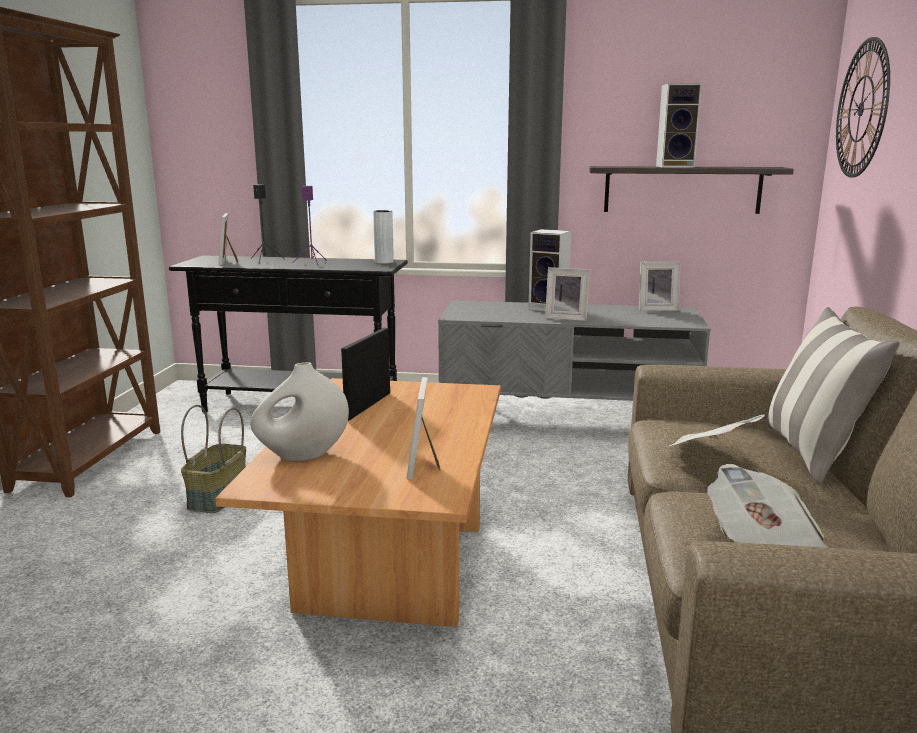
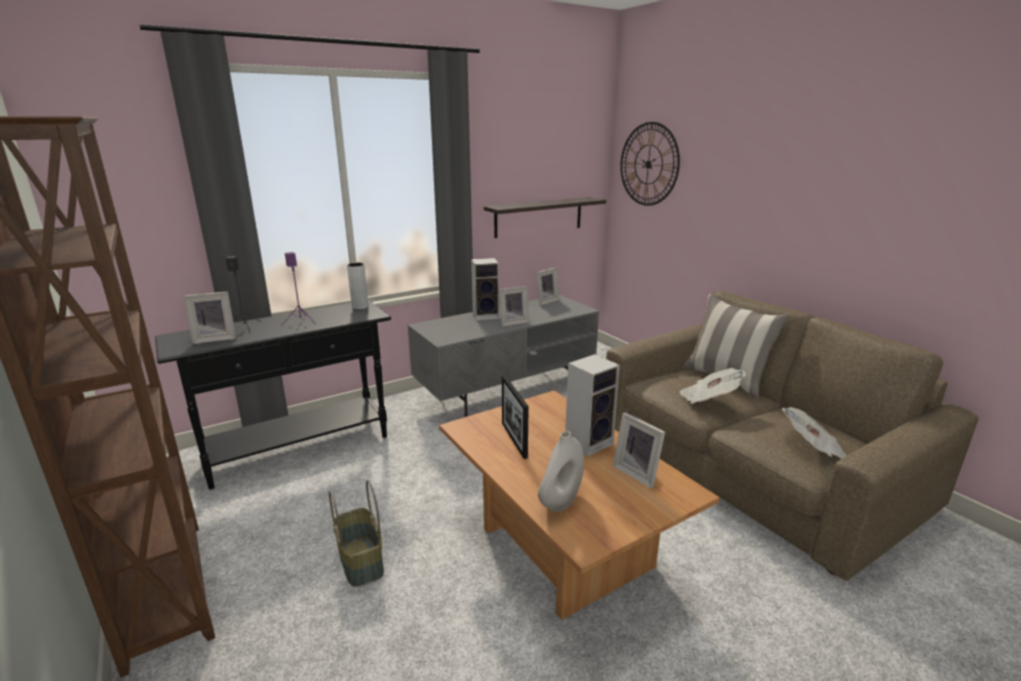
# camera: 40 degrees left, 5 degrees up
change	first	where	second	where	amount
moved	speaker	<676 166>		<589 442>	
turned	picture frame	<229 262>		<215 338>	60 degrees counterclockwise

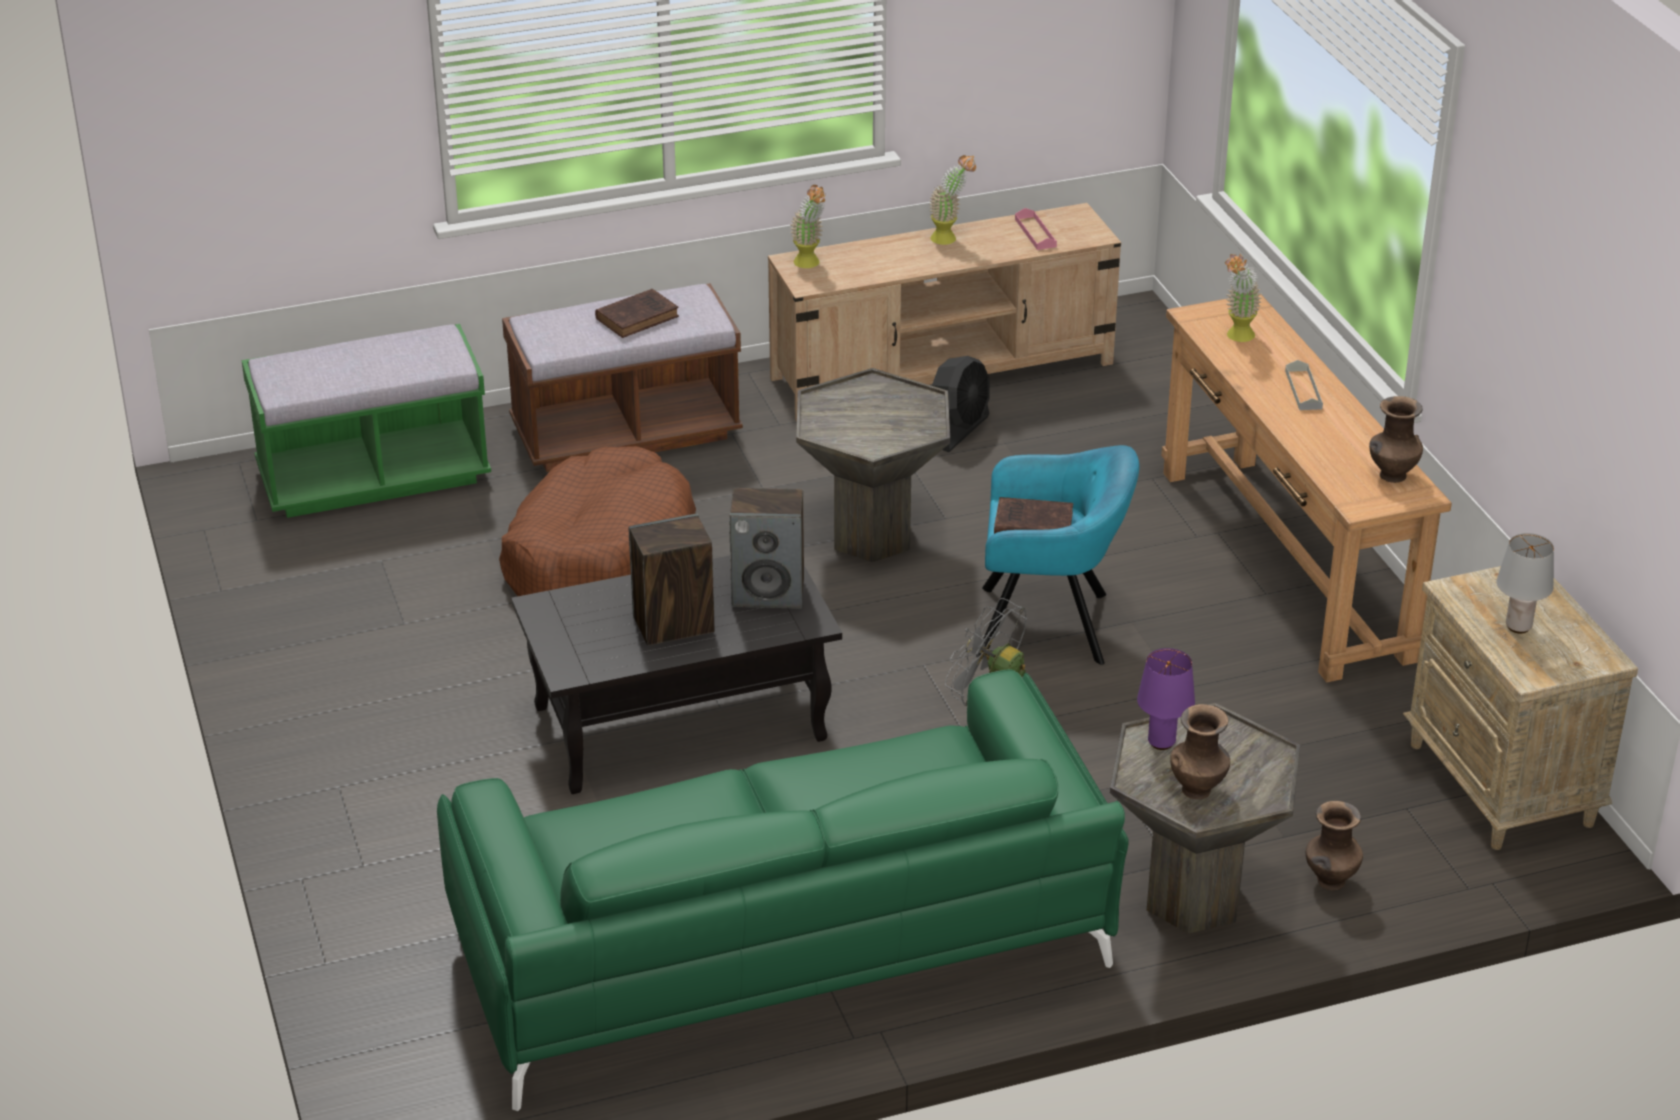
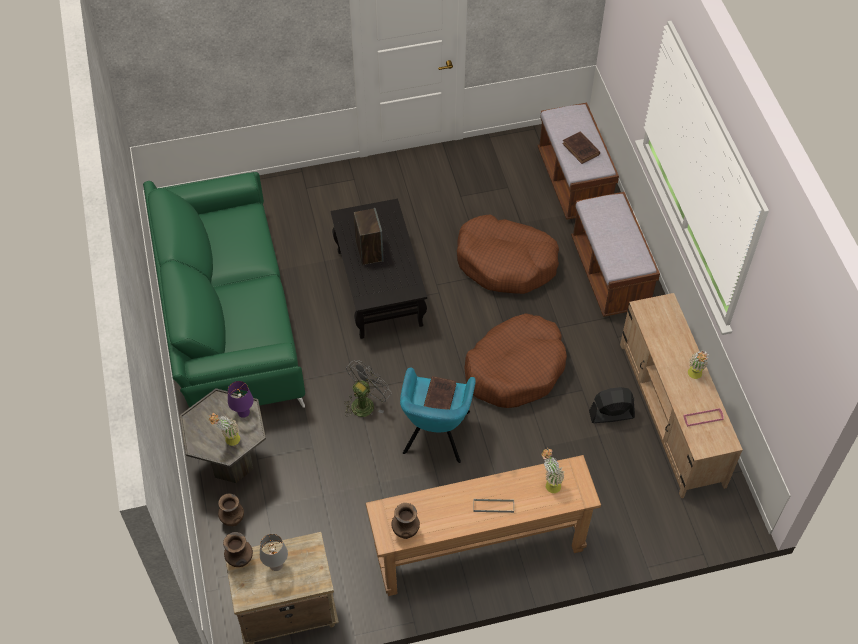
# camera: 95 degrees right, 20 degrees up
change	first	where	second	where	amount
removed	speaker	<769 593>			
moved	brown book	<639 317>		<581 150>	
moved	potted plant	<810 265>		<229 441>	
moved	brown vase	<1198 789>		<240 561>	
replaced	grey side table	<872 536>	brown dog bed	<515 368>	
recoloured	green bench	<374 477>	brown bench	<573 182>	
turned	black fan	<957 430>		<611 414>	135 degrees clockwise

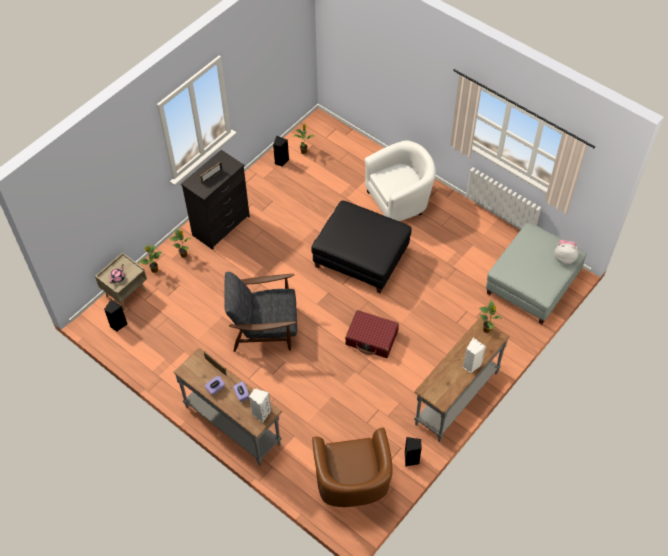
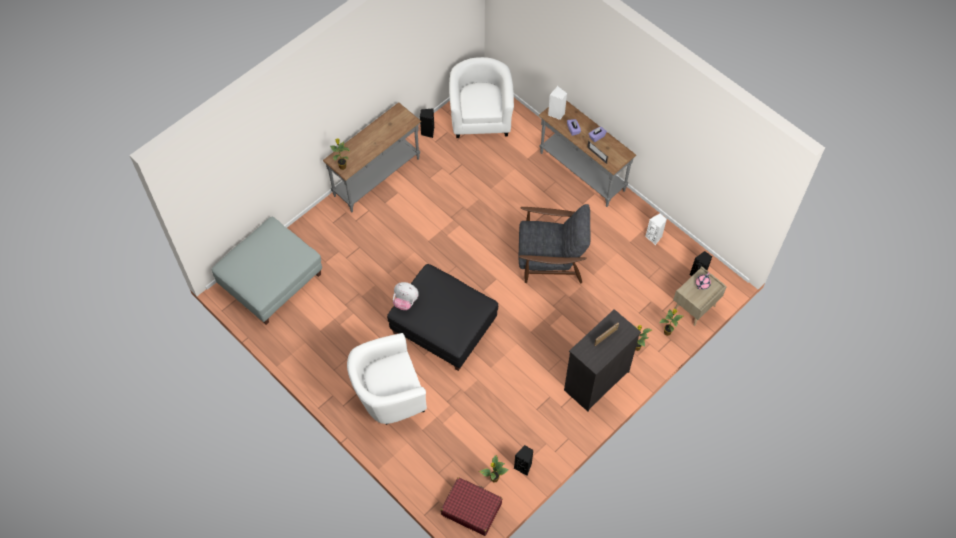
# camera: 175 degrees left, 5 degrees up
change	first	where	second	where	amount
moved	red suitcase	<372 338>		<471 509>	
moved	white speaker	<471 365>		<654 237>	
moved	plush toy	<564 258>		<405 301>	
recoloured	brown armchair	<352 485>	white armchair	<481 117>	

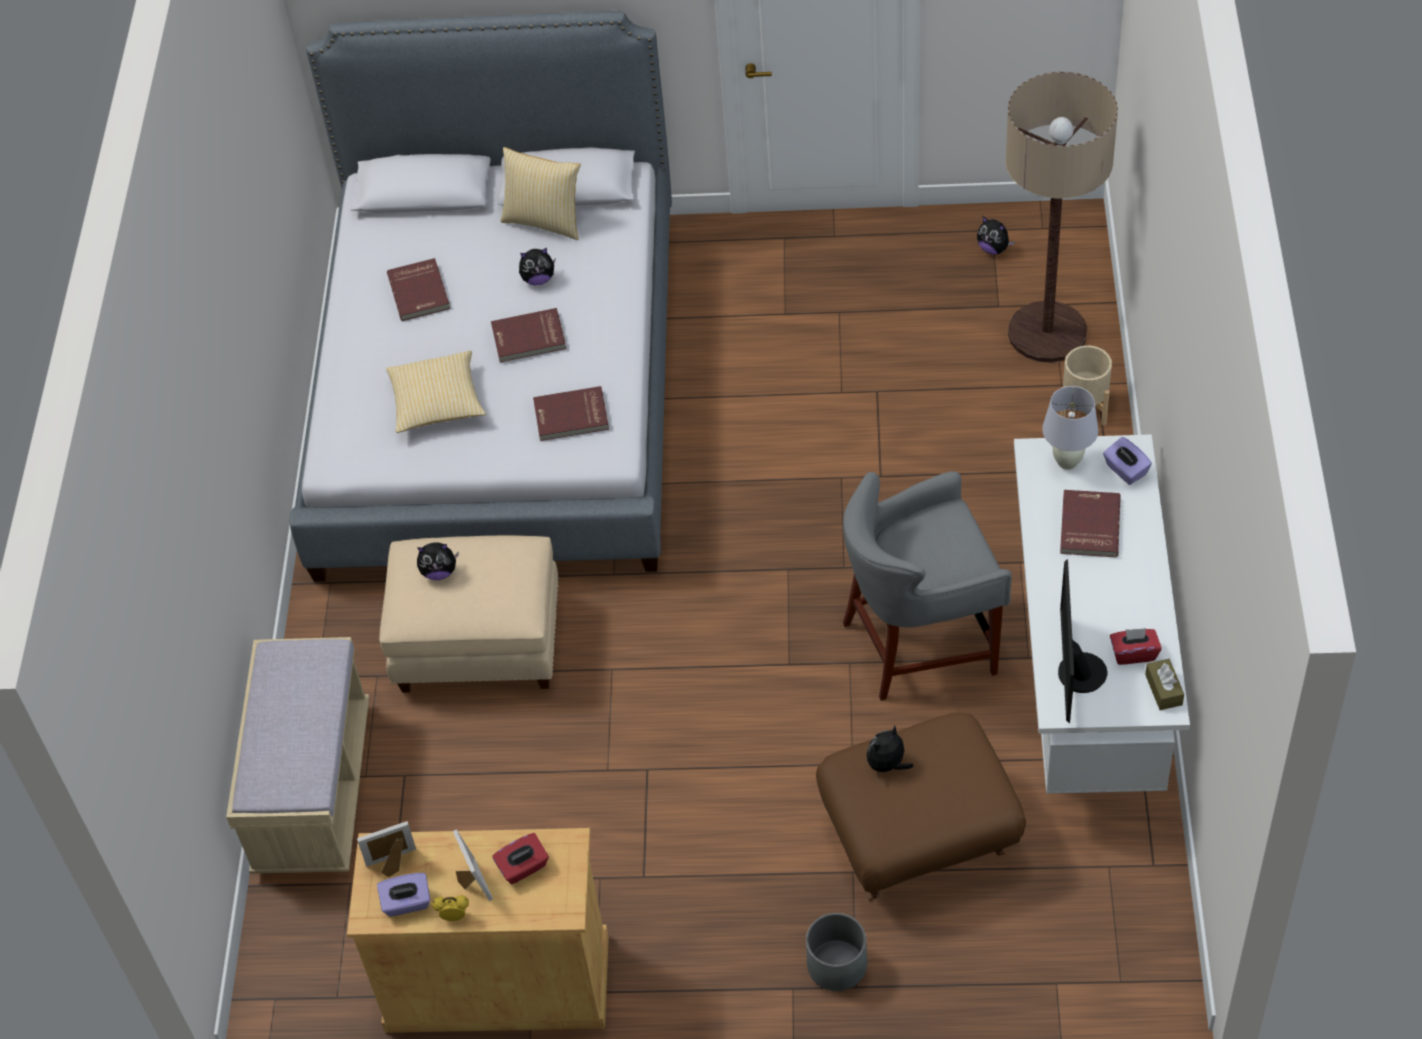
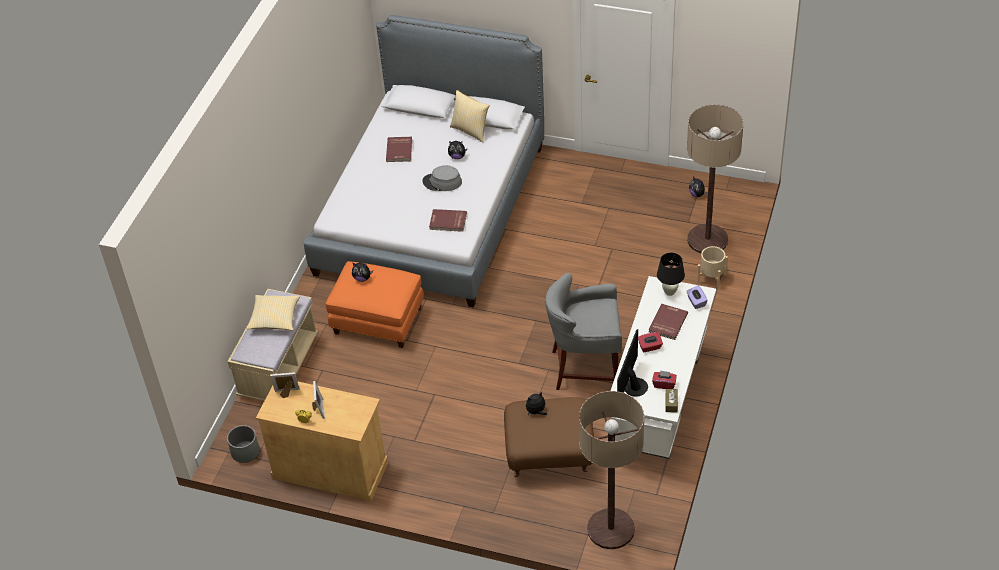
# camera: 15 degrees right, 5 degrees down
change	first	where	second	where	amount
removed	purple tissue box	<407 903>			
added			floor lamp	<610 529>	
moved	pillow	<437 403>		<274 319>	
moved	red tissue box	<523 868>		<650 347>	
moved	grey planter	<837 966>		<245 452>	
replaced	red book	<529 338>	grey hat	<442 182>	
recoloured	beige ottoman	<480 643>	orange ottoman	<378 320>	
recoloured	white table lamp	<1067 462>	black table lamp	<670 292>	

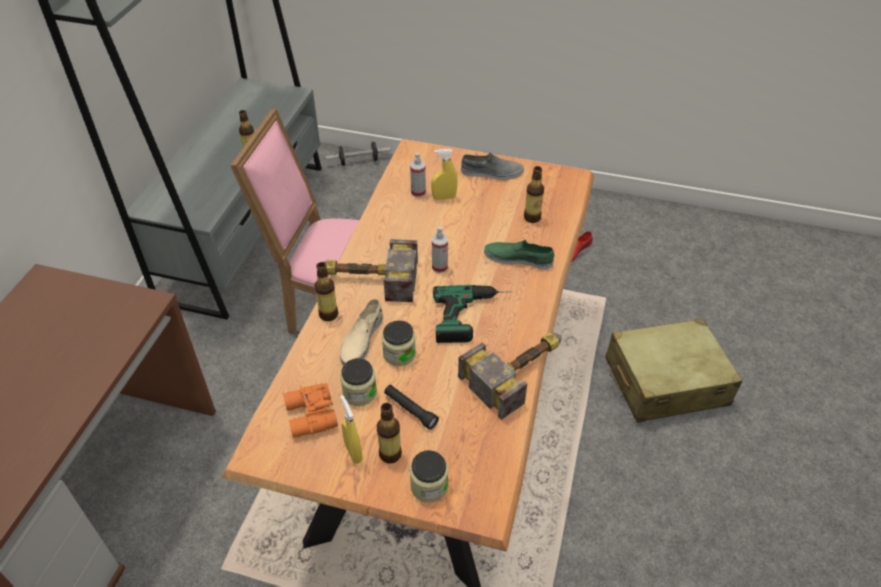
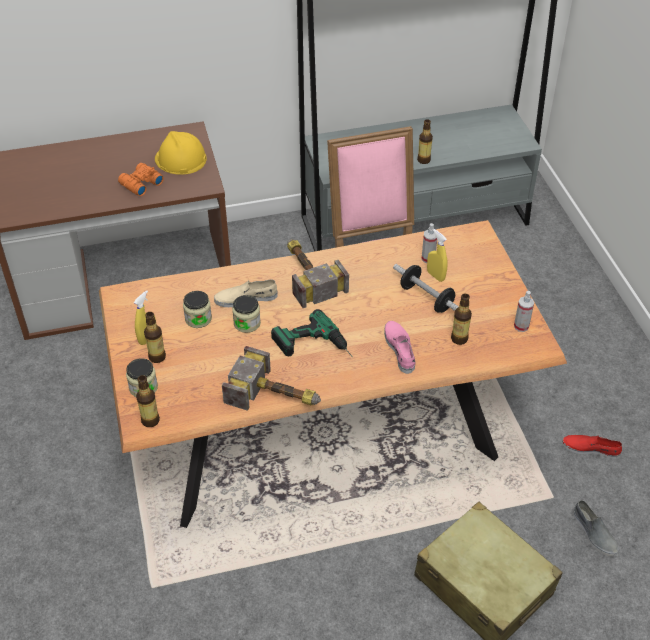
# camera: 60 degrees right, 0 degrees up
change	first	where	second	where	amount
removed	black flashlight	<410 410>			
added			yellow hard hat	<180 159>	
moved	orange binoculars	<310 416>		<140 184>	
moved	bottle	<328 314>		<150 420>	
moved	dumbbell	<359 161>		<426 298>	
moved	spray bottle	<439 267>		<521 326>	
moved	grey shoe	<492 173>		<594 533>	
recoloured	green shoe	<518 258>	pink shoe	<400 349>	

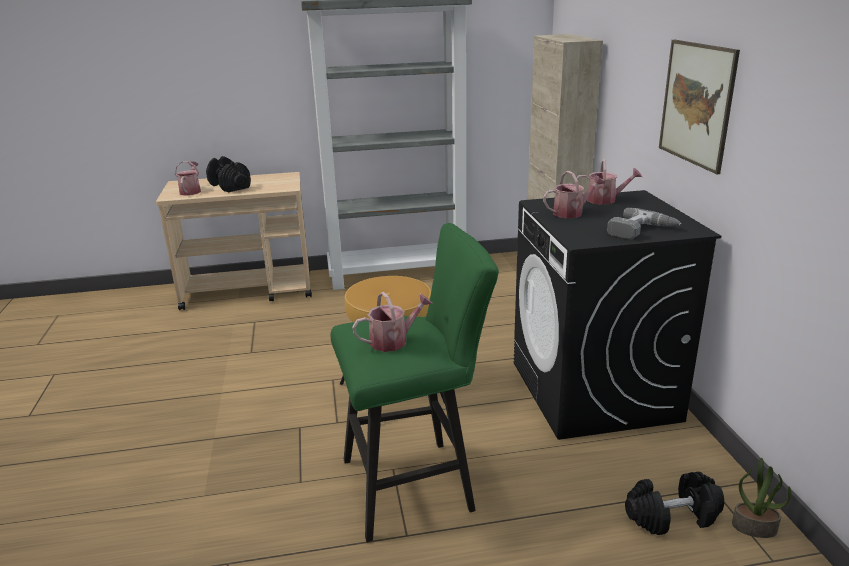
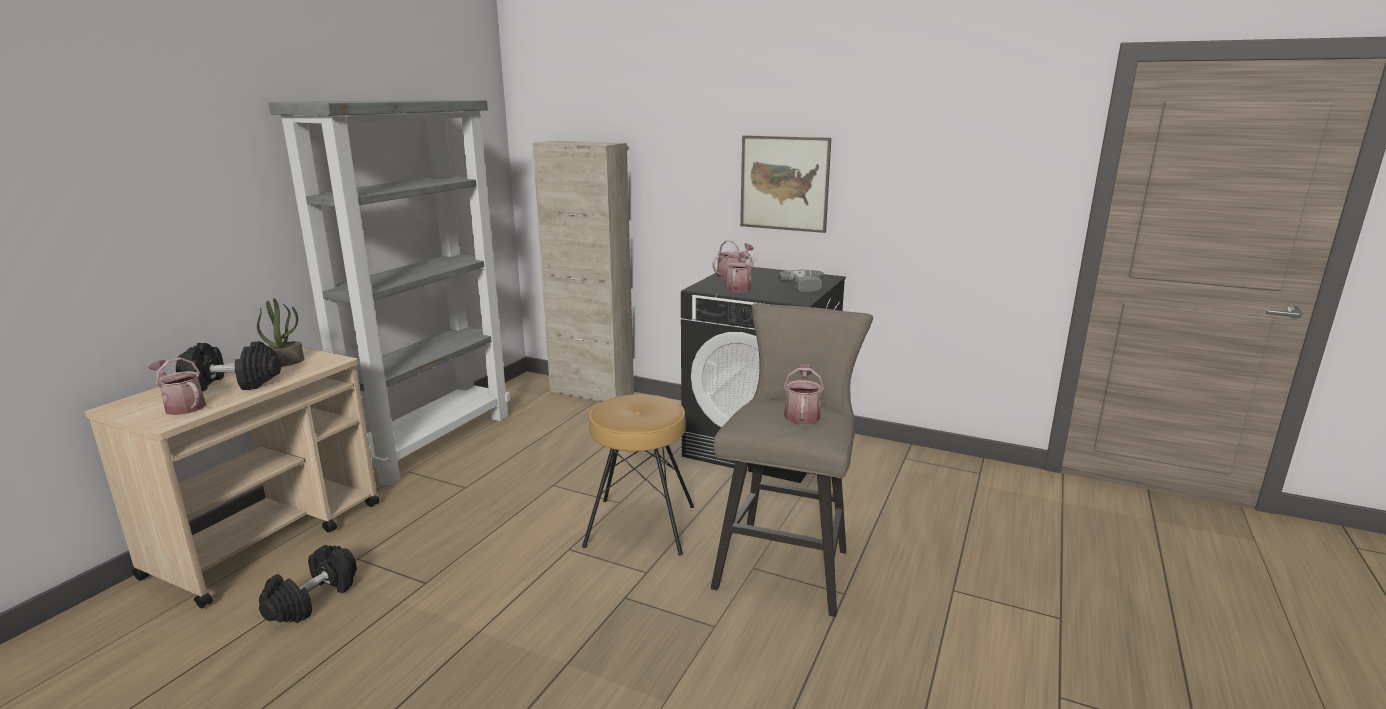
# camera: 55 degrees left, 5 degrees down
change	first	where	second	where	amount
moved	black dumbbell	<672 517>		<313 599>	
moved	potted plant	<754 527>		<285 362>	
recoloured	green stool	<417 484>	beige stool	<787 564>	

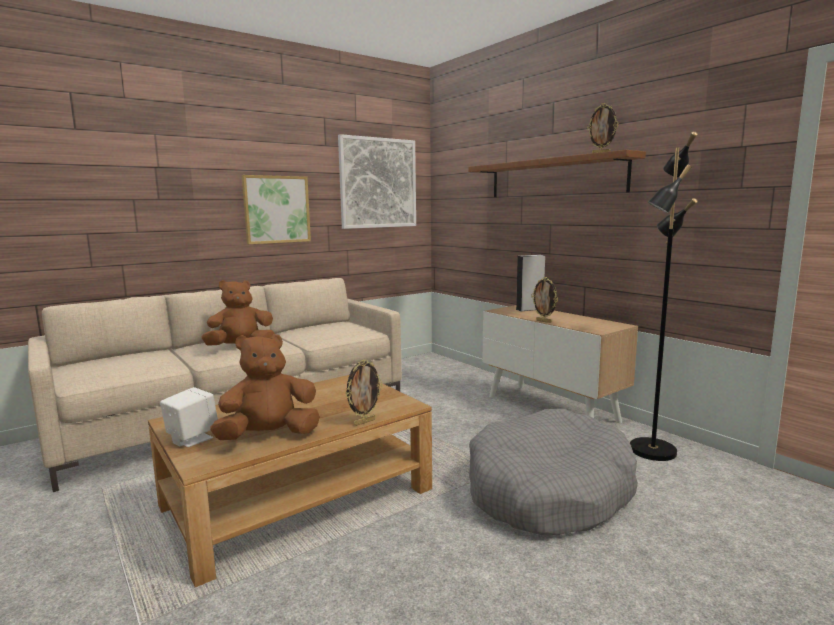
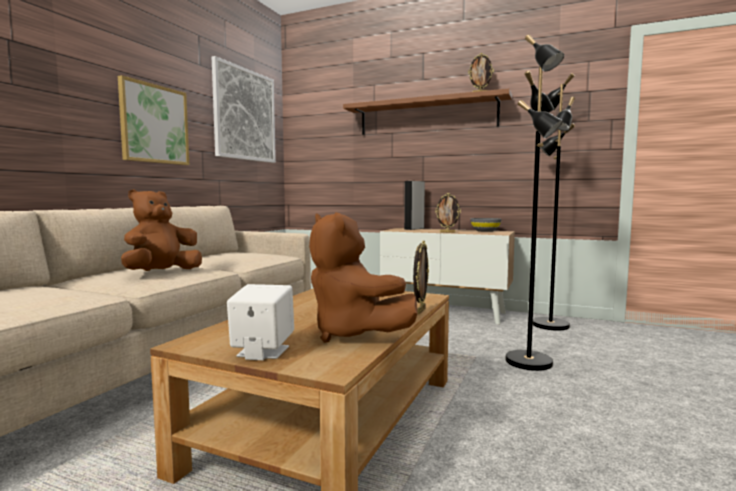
# camera: 30 degrees left, 5 degrees down
change	first	where	second	where	amount
added			grey bowl	<485 231>	
replaced	grey dog bed	<548 491>	black floor lamp	<530 362>	
turned	brown plush toy	<269 436>		<352 334>	75 degrees counterclockwise

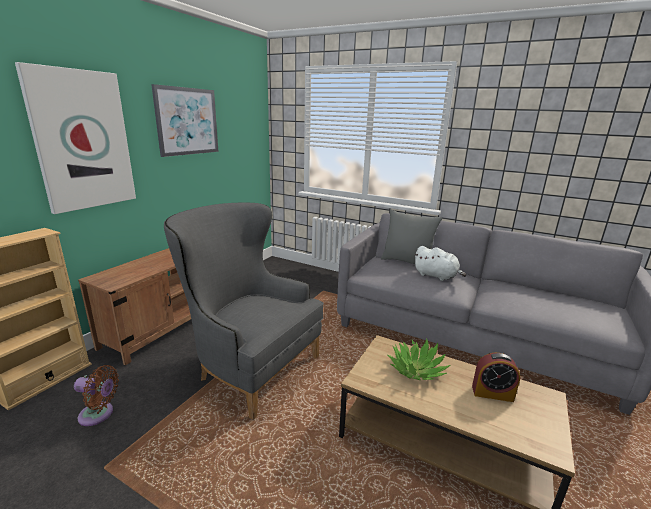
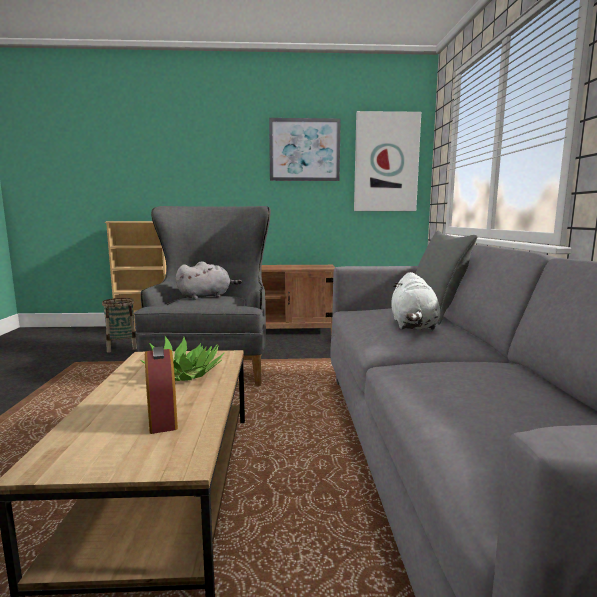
# camera: 60 degrees right, 10 degrees down
change	first	where	second	where	amount
added			grey plush toy	<206 296>	
moved	picture	<82 141>		<386 162>	
replaced	brown fan	<99 414>	basket	<122 347>	

